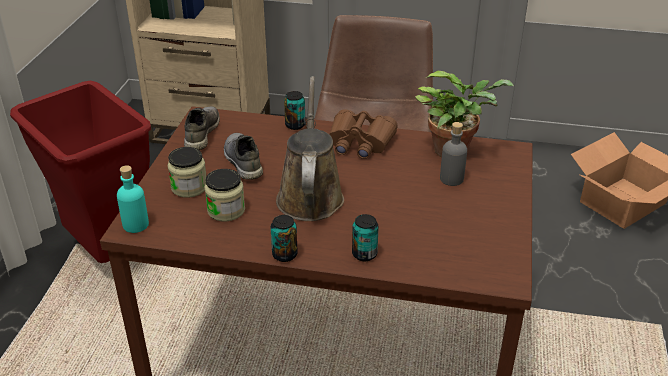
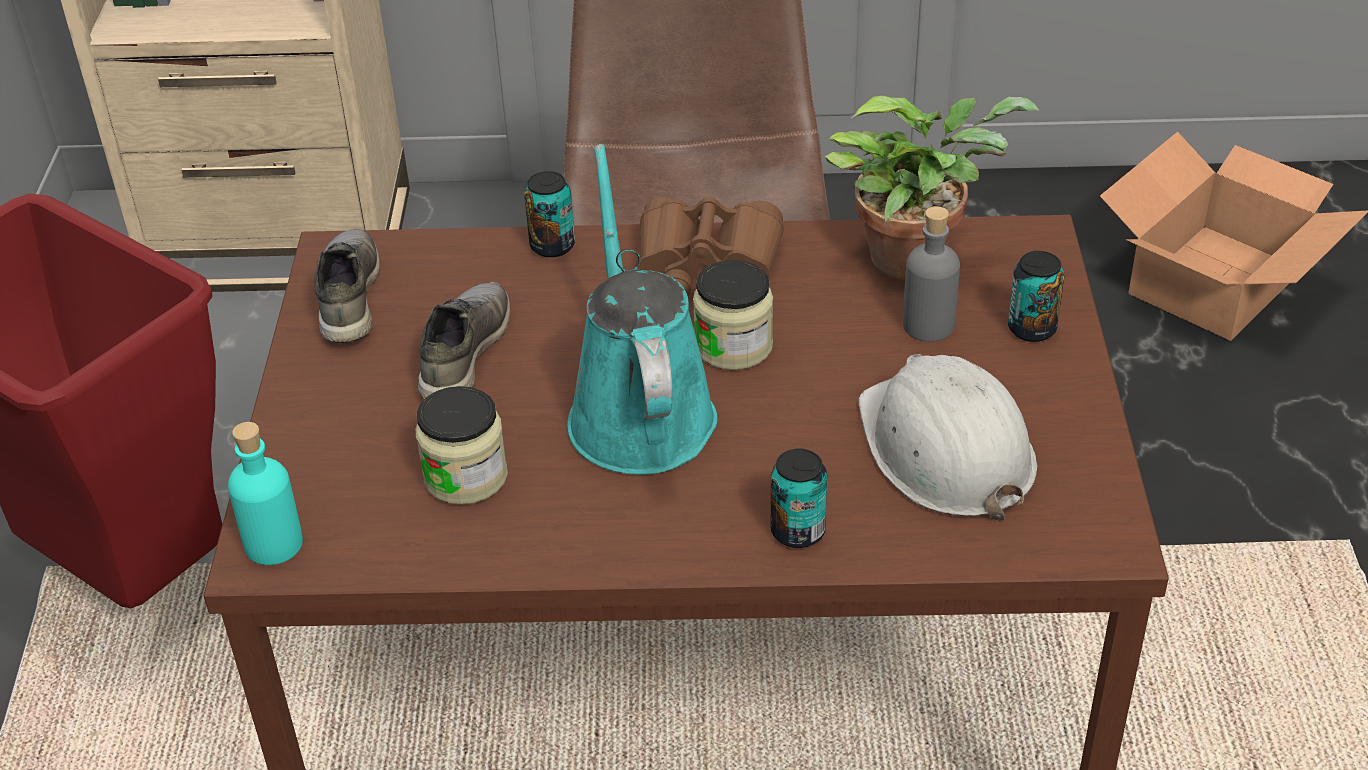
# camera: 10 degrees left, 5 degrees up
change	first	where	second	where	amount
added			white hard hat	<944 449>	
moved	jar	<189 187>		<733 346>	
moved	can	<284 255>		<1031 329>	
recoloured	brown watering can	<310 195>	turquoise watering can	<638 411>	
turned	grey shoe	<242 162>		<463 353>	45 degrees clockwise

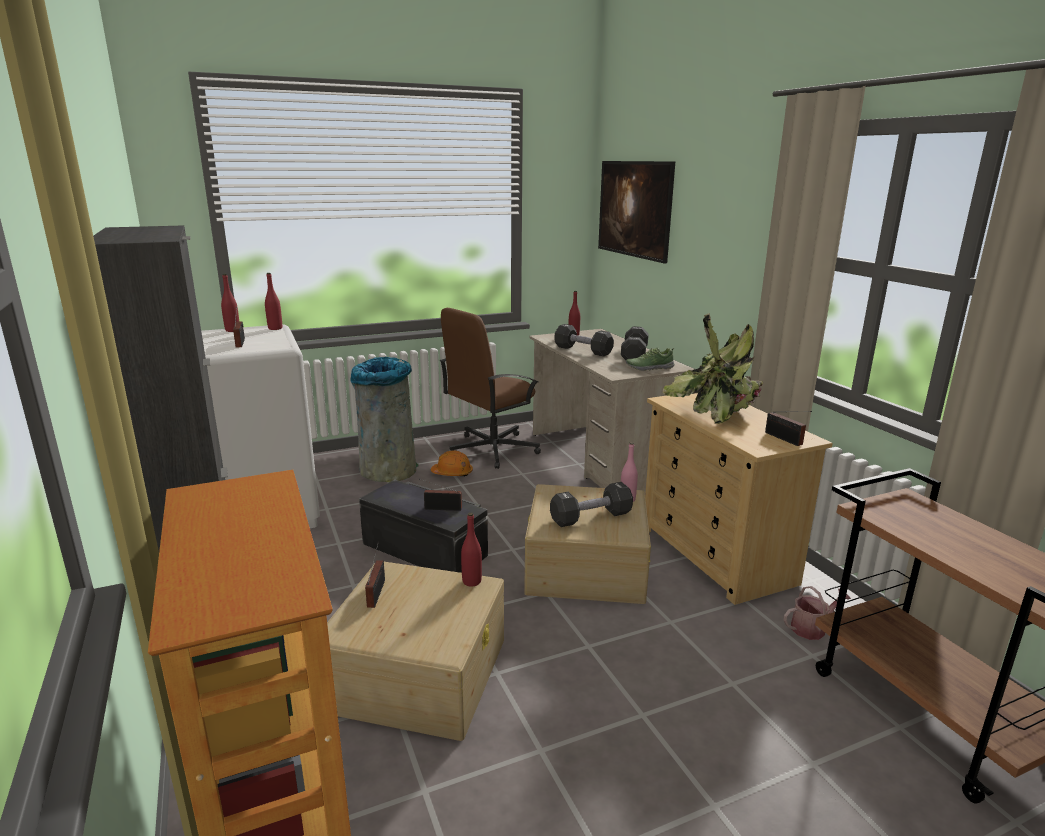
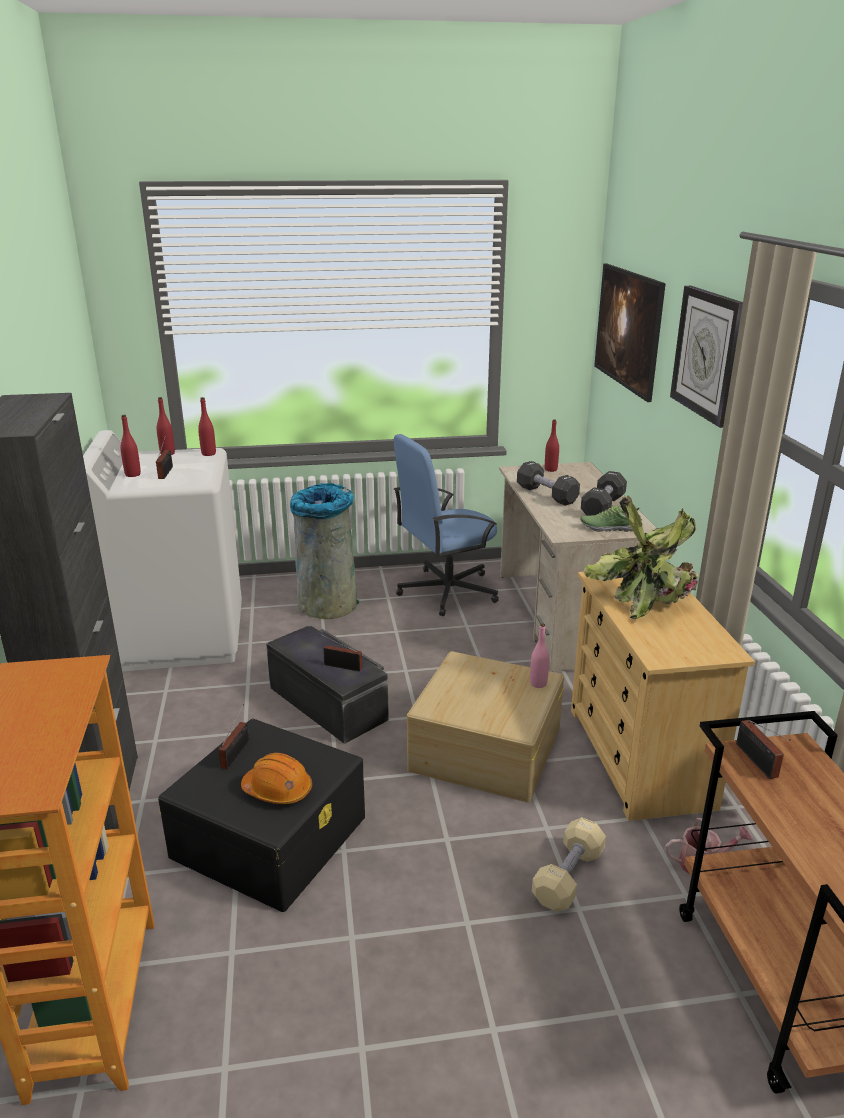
# camera: 15 degrees right, 5 degrees up
change	first	where	second	where	amount
removed	black dumbbell	<591 517>			
added			beige dumbbell	<568 877>	
added			wall clock	<708 354>	
moved	orange hard hat	<452 473>		<278 790>	
moved	red bottle	<471 581>		<133 474>	
moved	radio	<785 439>		<758 762>	
recoloured	beige storage box	<418 672>	black storage box	<270 835>	
recoloured	brown office chair	<492 450>	blue office chair	<446 591>	

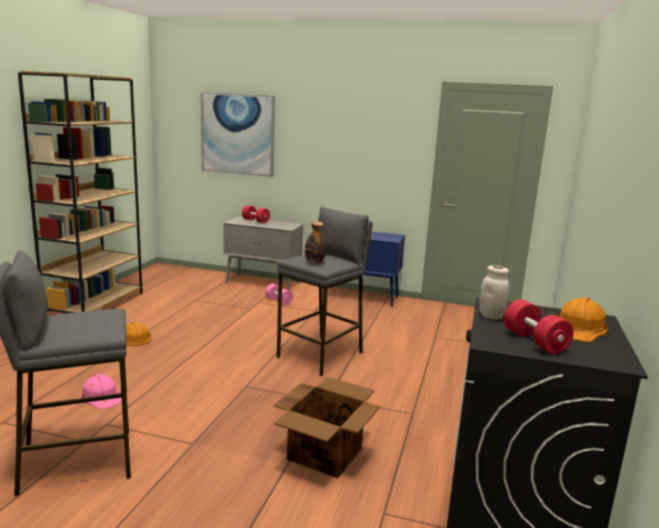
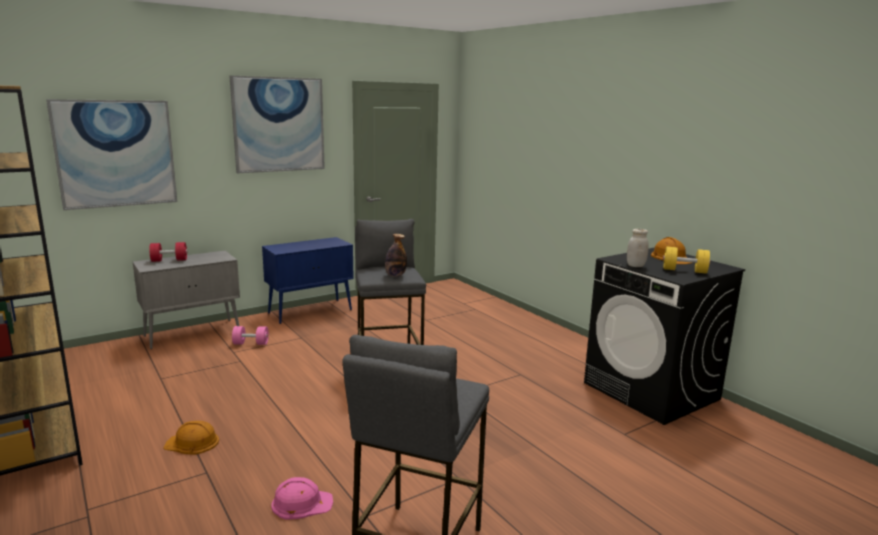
# camera: 50 degrees left, 0 degrees up
change	first	where	second	where	amount
removed	cardboard box	<325 453>			
added			picture	<279 124>	
recoloured	red dumbbell	<534 341>	yellow dumbbell	<684 271>	

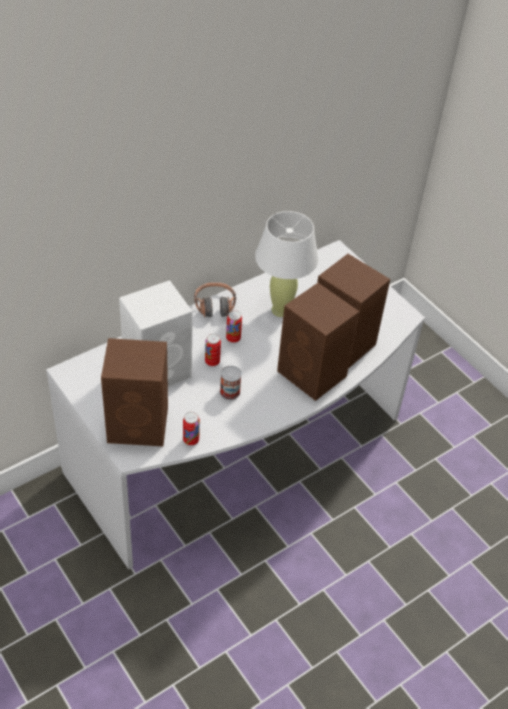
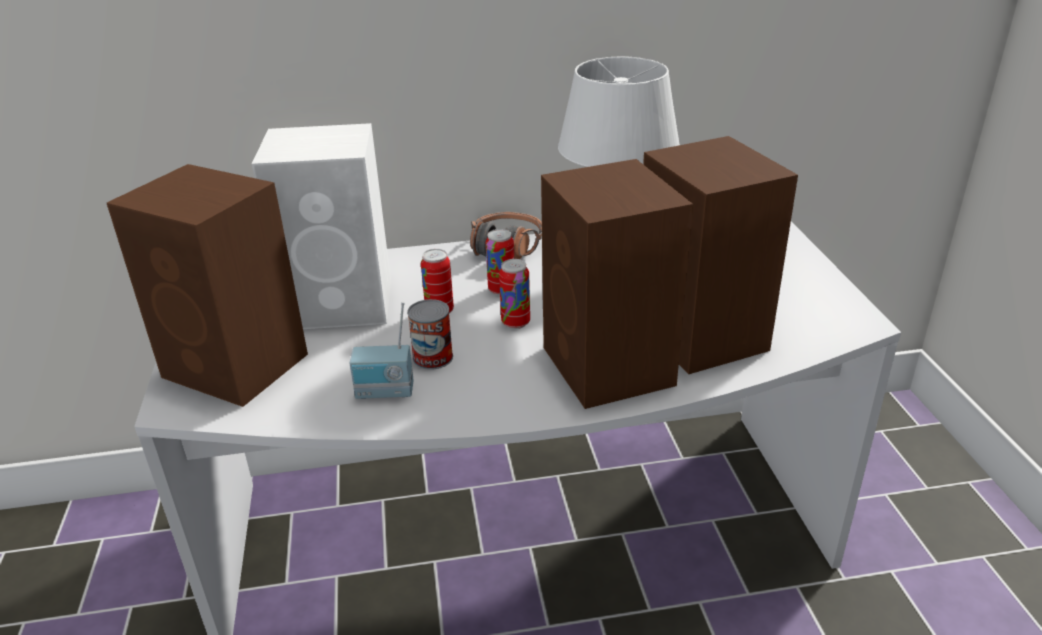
# camera: 30 degrees right, 15 degrees down
change	first	where	second	where	amount
added			radio	<385 393>	
moved	can	<191 440>		<515 323>	

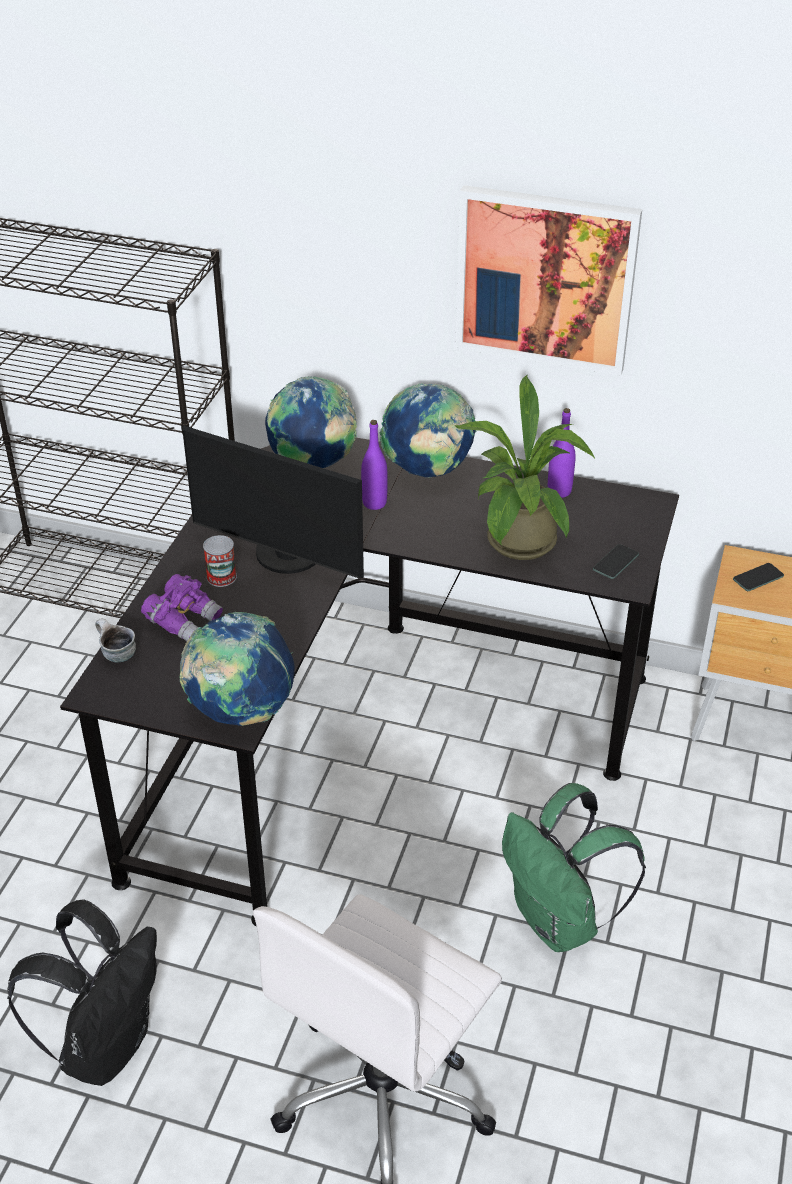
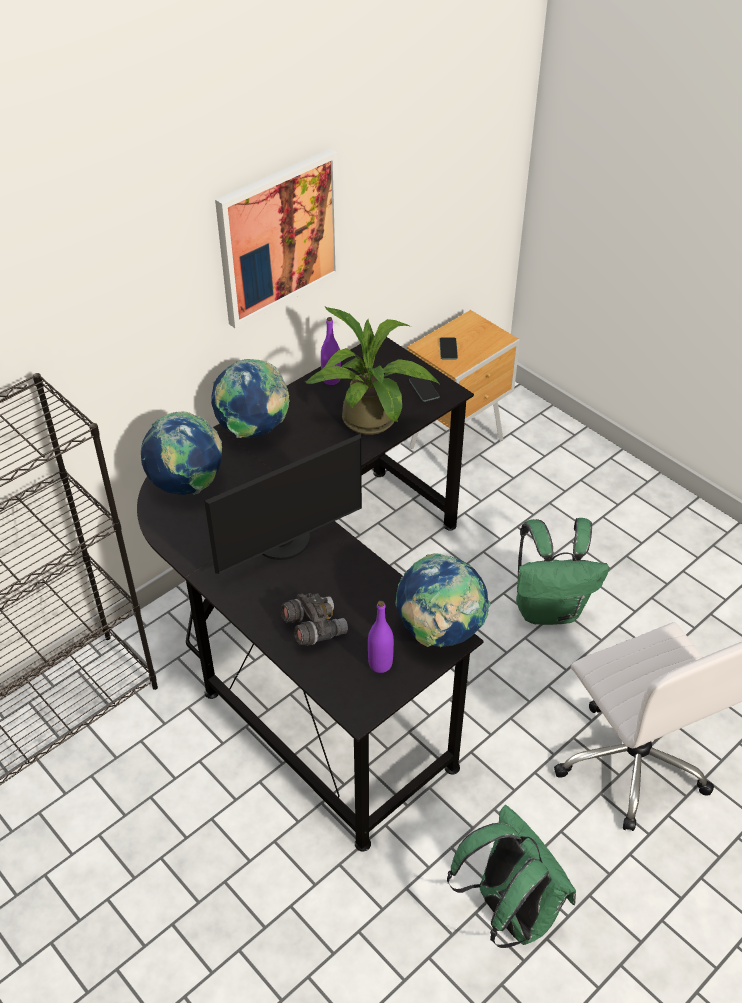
# camera: 60 degrees left, 5 degrees up
change	first	where	second	where	amount
removed	mug	<115 654>			
removed	can	<221 577>			
moved	purple bottle	<374 503>		<380 664>	
recoloured	black backpack	<105 1045>	green backpack	<508 910>	
recoloured	purple binoculars	<184 621>	grey binoculars	<314 628>	

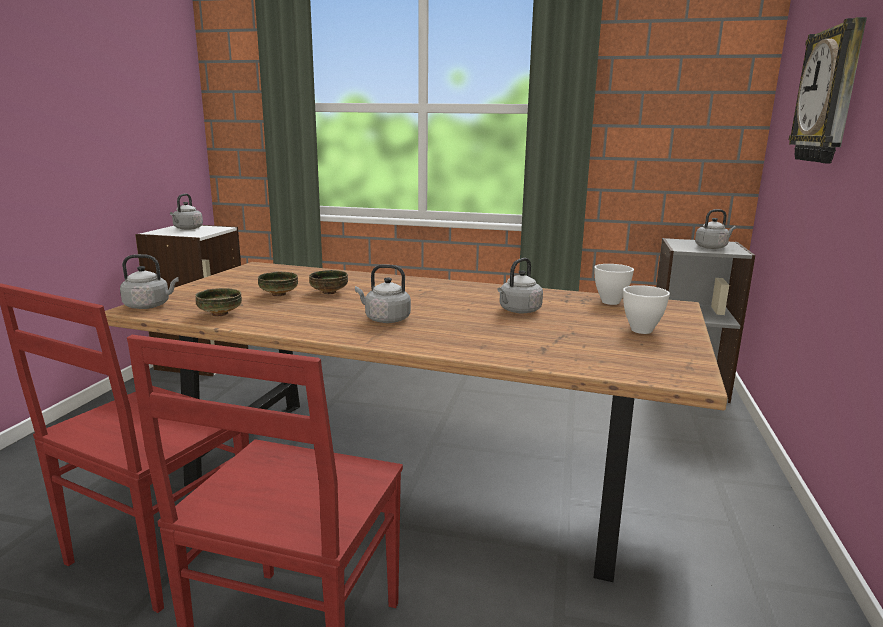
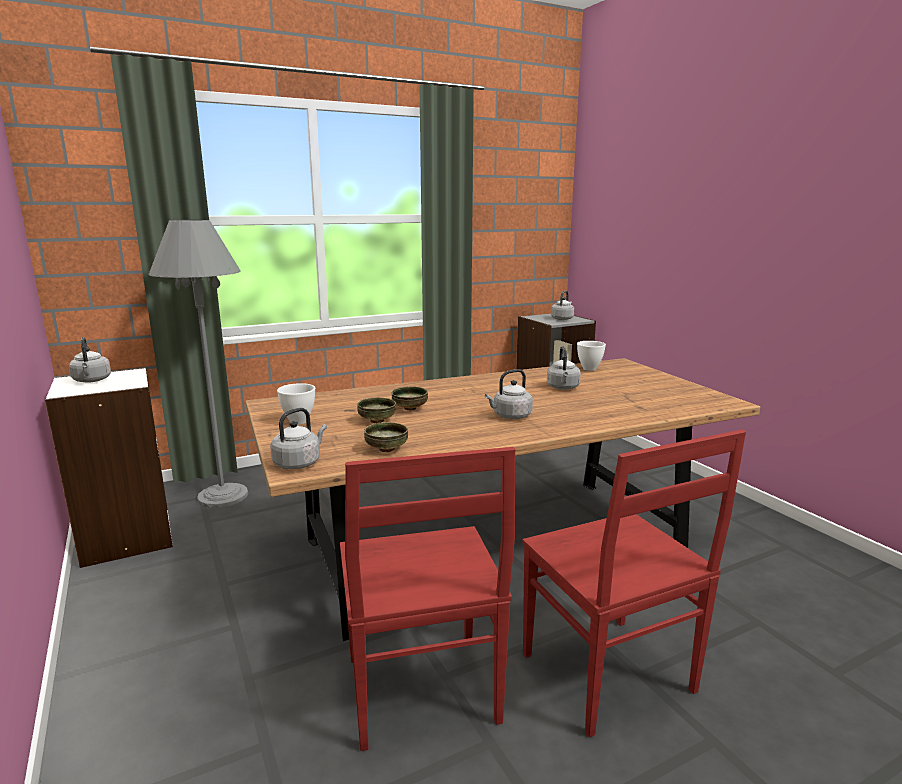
# camera: 40 degrees left, 0 degrees up
change	first	where	second	where	amount
removed	wall clock	<829 96>			
added			grey floor lamp	<223 496>	
moved	white bowl	<640 331>		<298 422>	

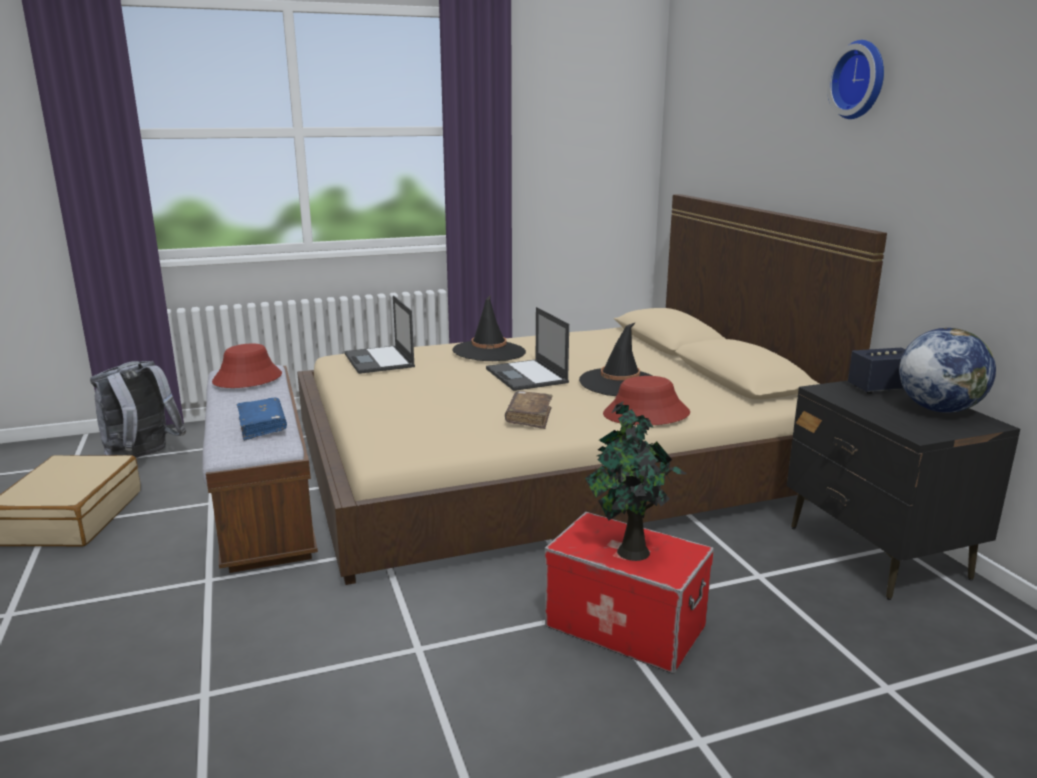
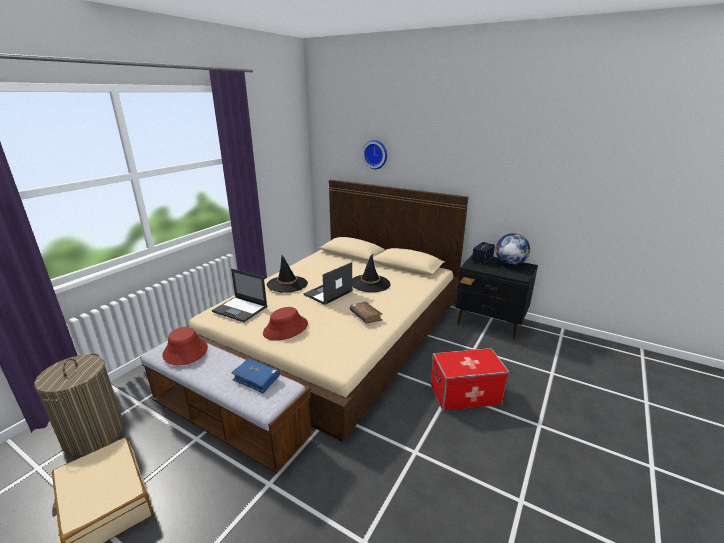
# camera: 40 degrees left, 5 degrees up
change	first	where	second	where	amount
removed	potted plant	<630 552>			
moved	red hat	<646 414>		<286 329>	
moved	wall clock	<861 80>		<375 154>	
replaced	grey backpack	<142 458>	laundry basket	<94 434>	
turned	laptop	<527 376>		<328 293>	105 degrees clockwise

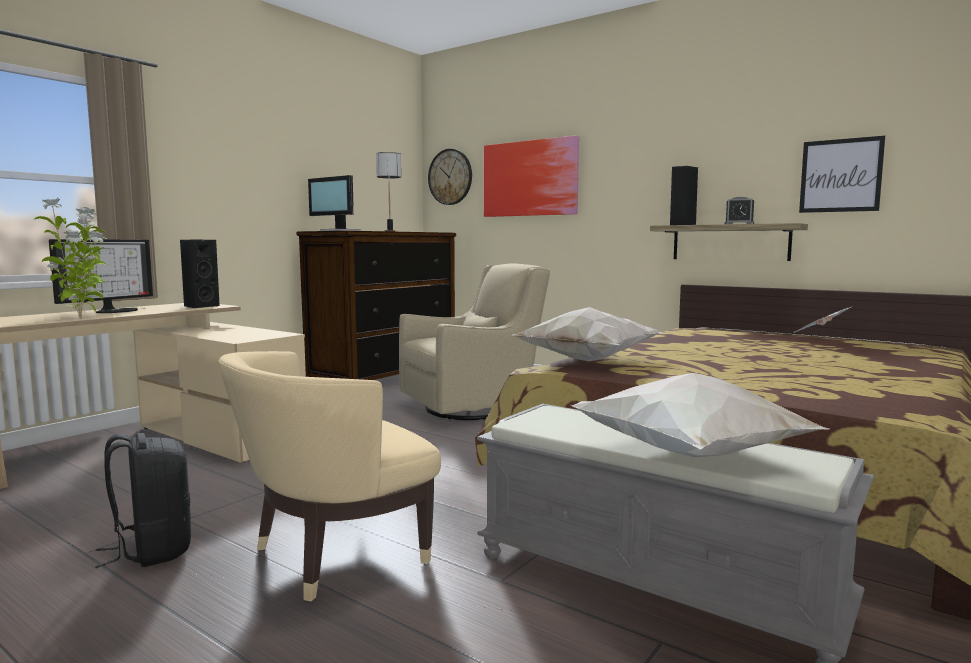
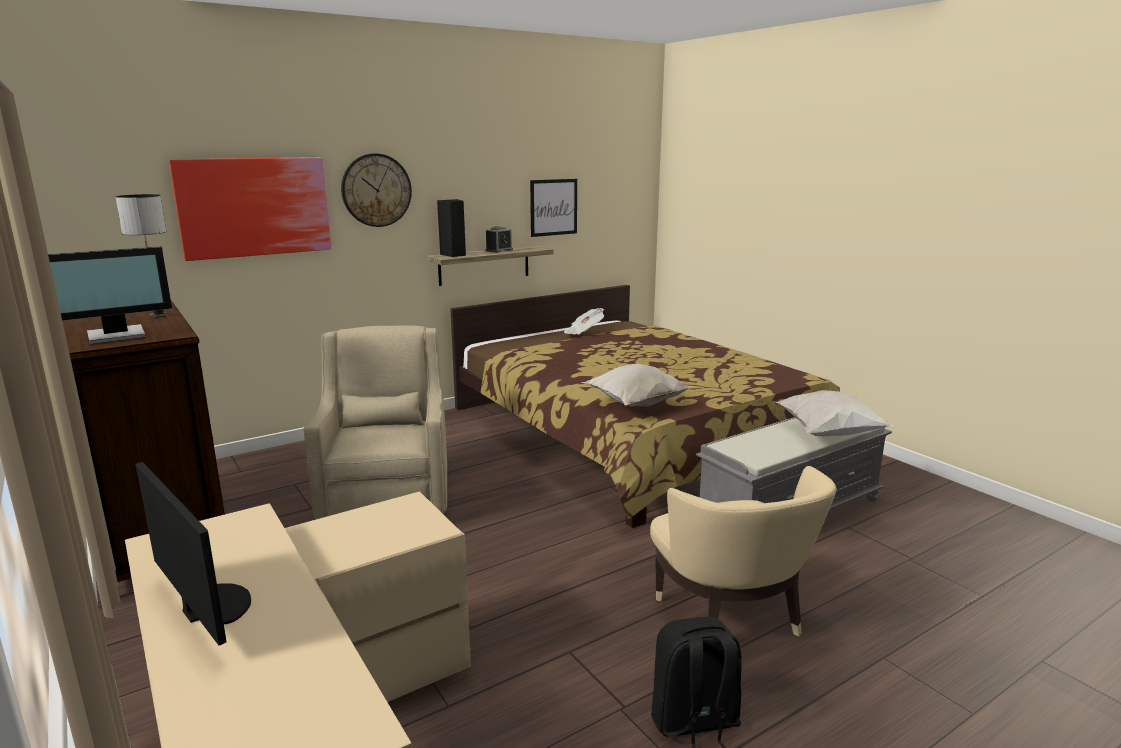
# camera: 70 degrees left, 10 degrees up
change	first	where	second	where	amount
removed	potted plant	<82 318>			
removed	black speaker	<200 306>			
moved	wall clock	<450 177>		<376 190>	

